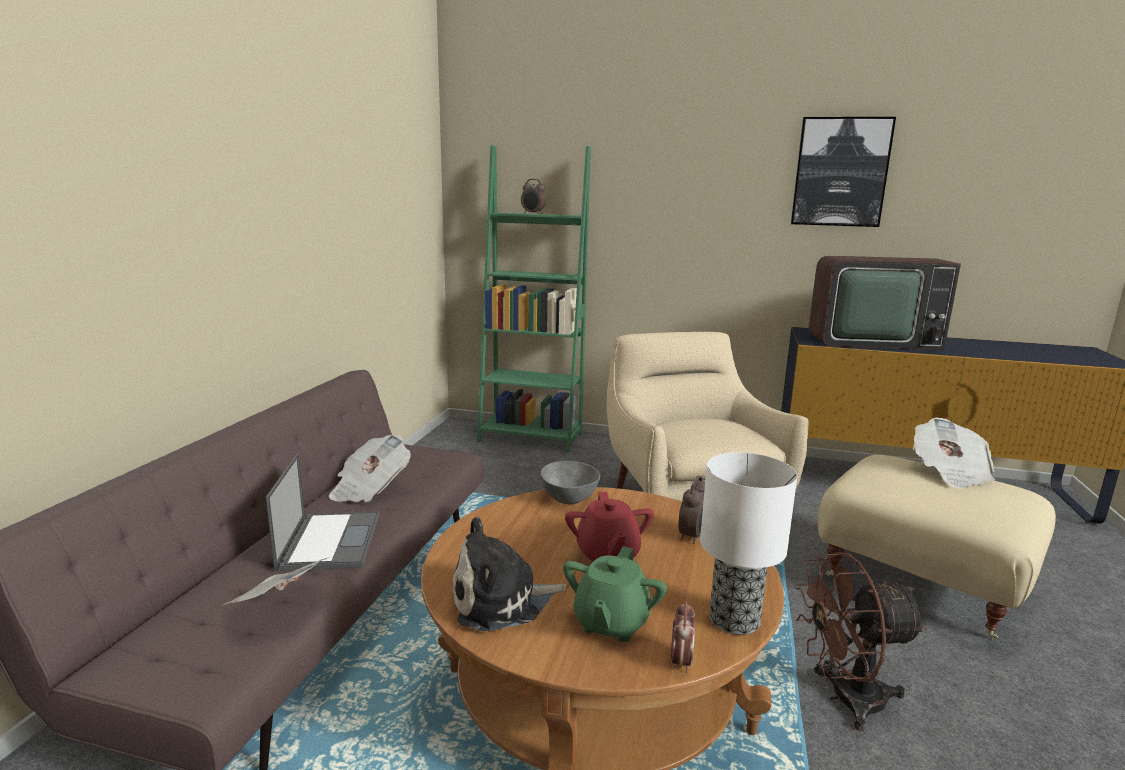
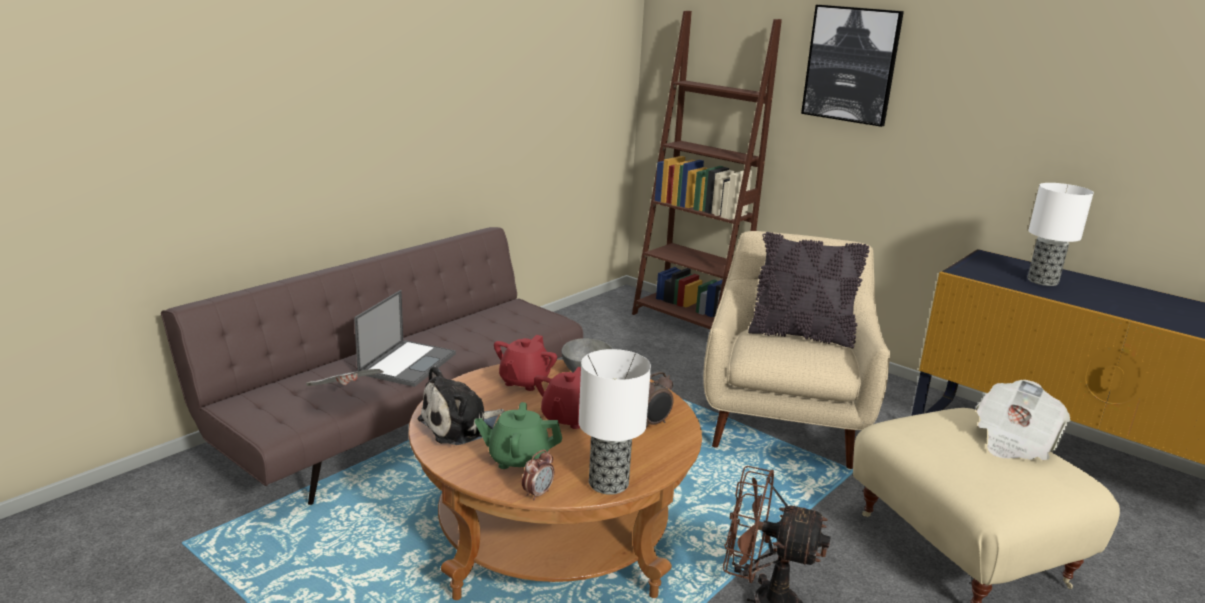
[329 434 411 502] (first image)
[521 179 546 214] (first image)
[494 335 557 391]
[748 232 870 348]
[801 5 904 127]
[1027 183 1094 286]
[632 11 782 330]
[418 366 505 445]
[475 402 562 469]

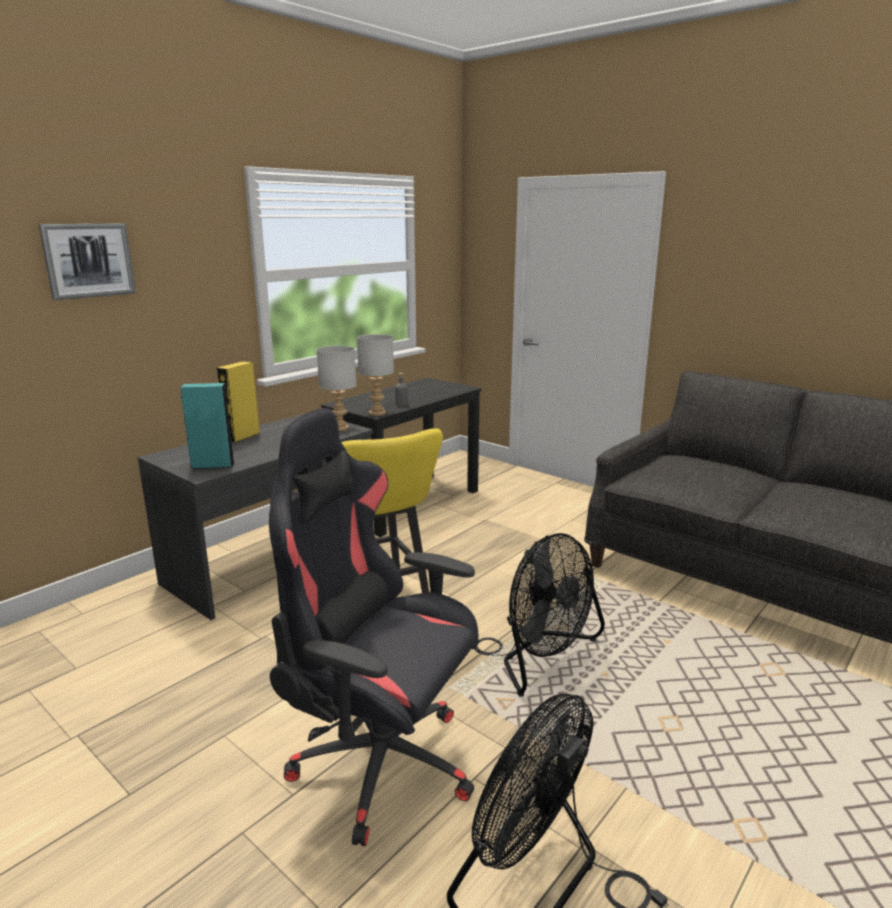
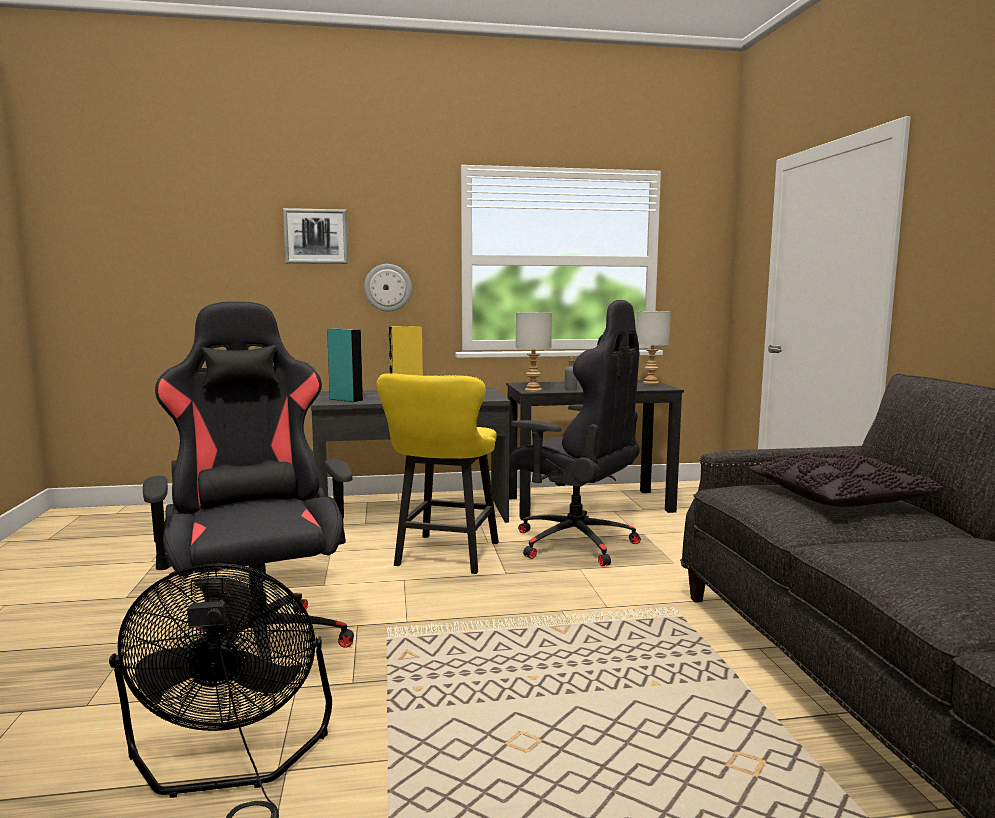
[474 533 605 697] (first image)
[364 264 412 311]
[510 300 641 566]
[749 452 943 507]
[636 311 671 385]

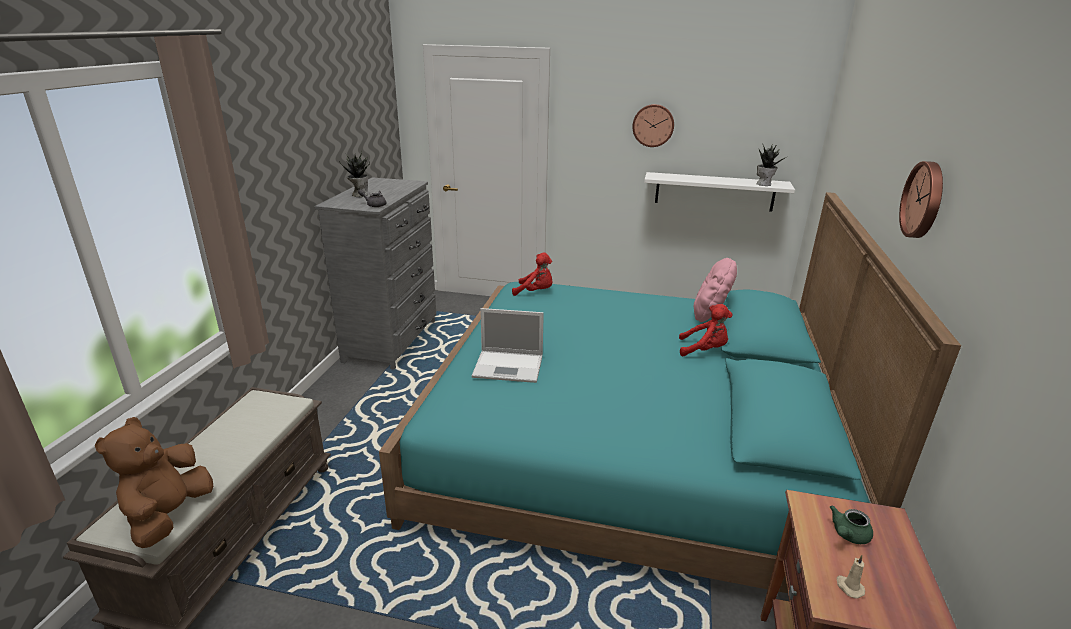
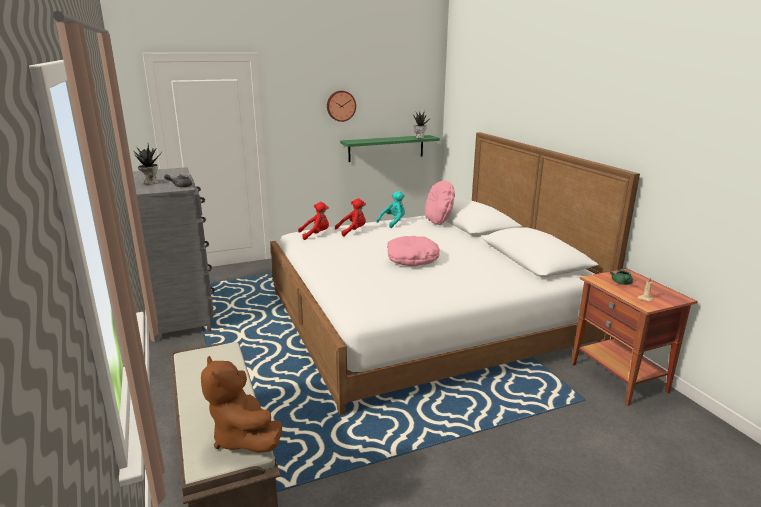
[472 308 544 383] (first image)
[899 161 943 238] (first image)
[376 191 405 228]
[387 236 440 266]
[335 198 366 237]
[270 132 640 415]
[340 135 440 162]

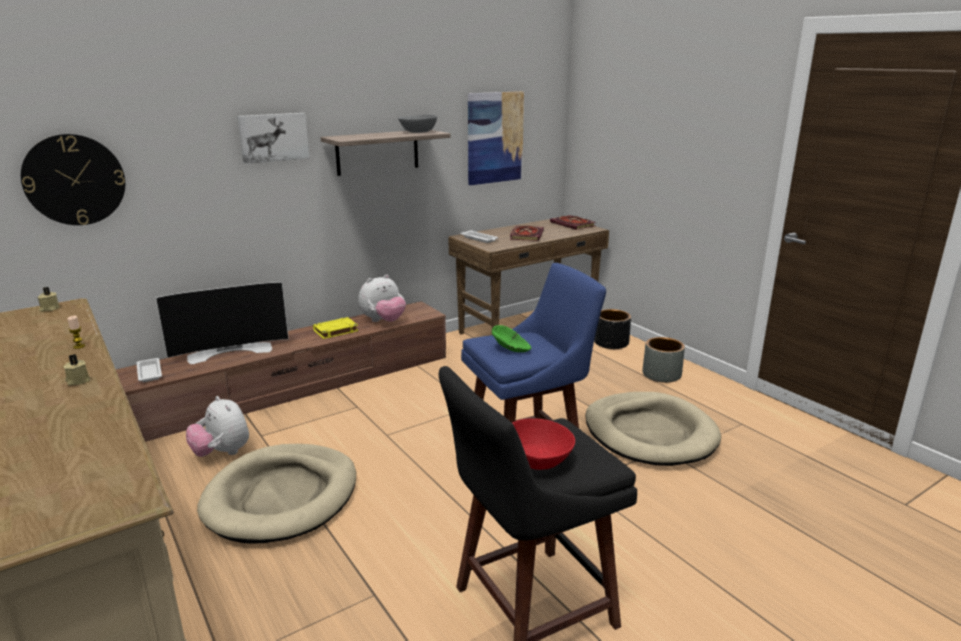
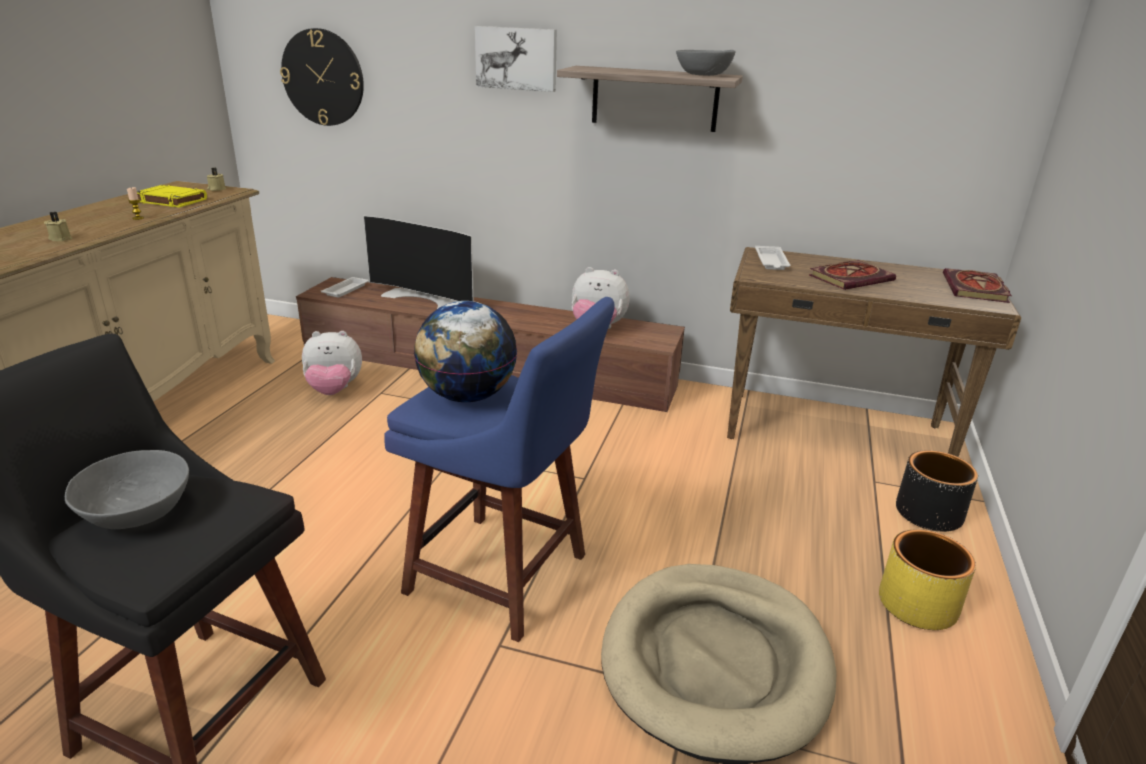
[197 444 356 544] (first image)
[468 91 524 185] (first image)
[137 185 207 207]
[414 301 517 402]
[65 450 189 529]
[879 529 976 630]
[302 331 362 395]

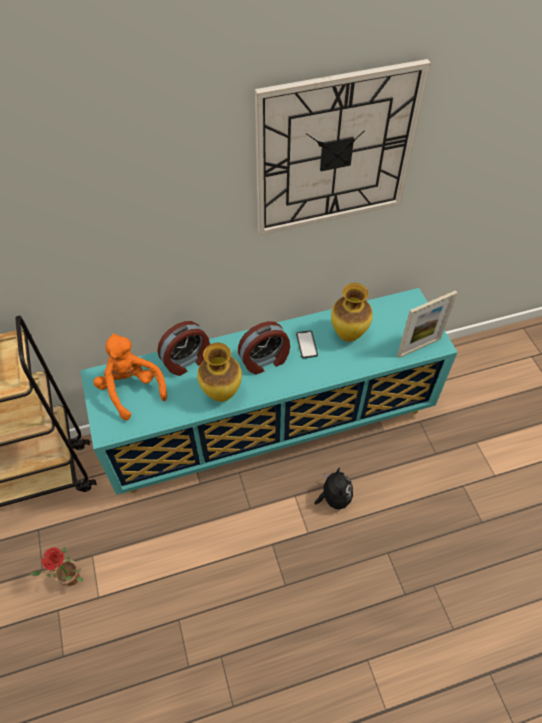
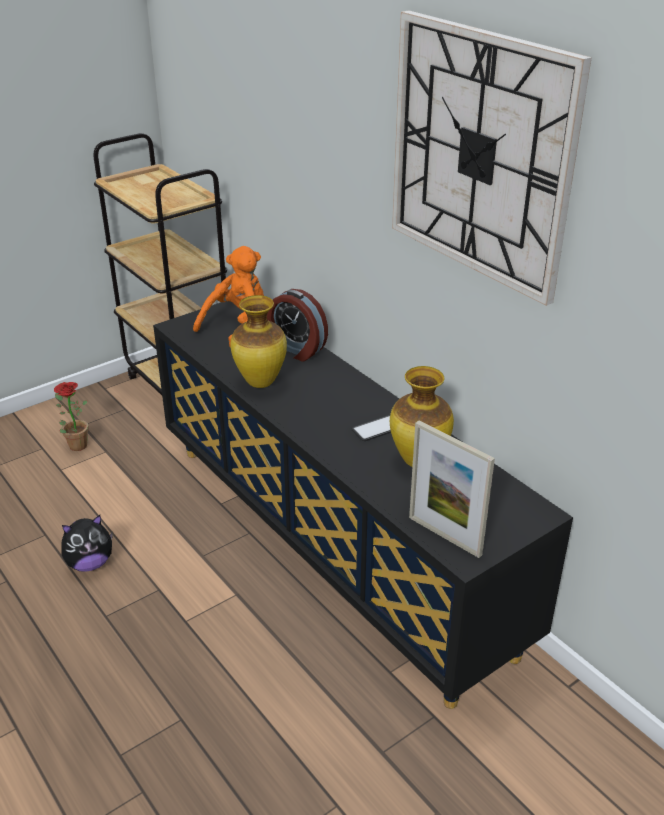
[238 321 290 375] (first image)
[61 515 113 572]
[153 301 573 709]

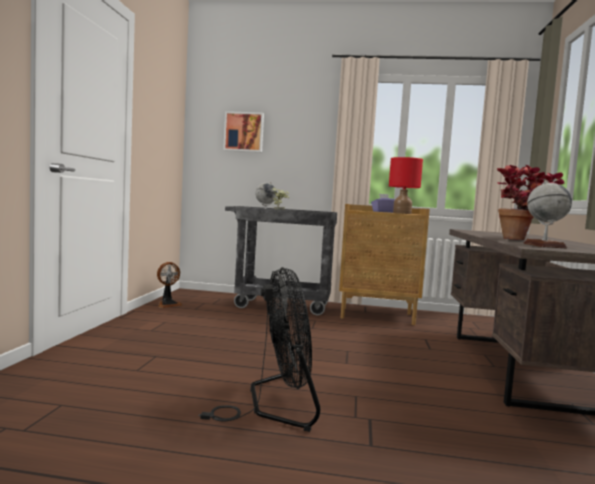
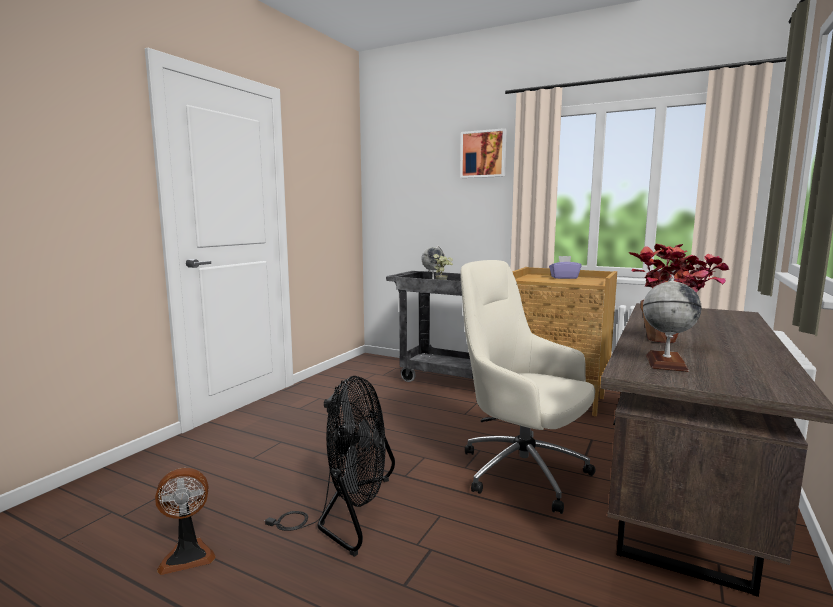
[389 157 423 214] (first image)
[460 260 596 514]
[155 468 216 575]
[460 128 507 178]

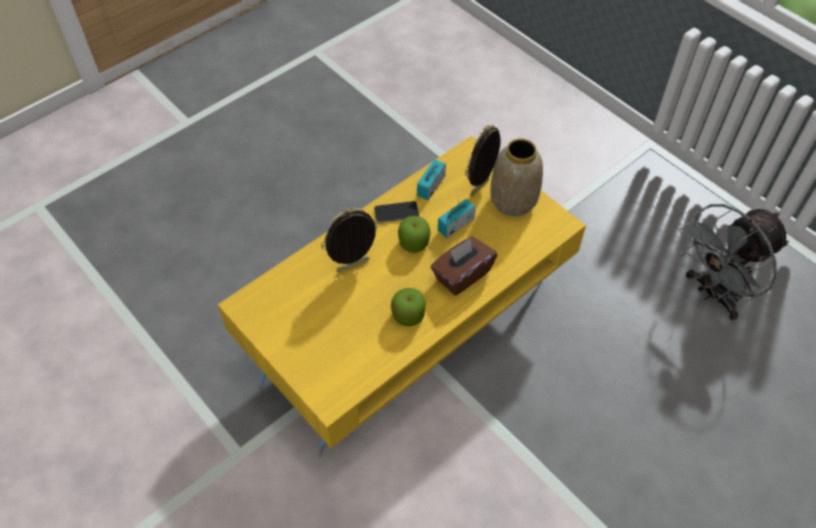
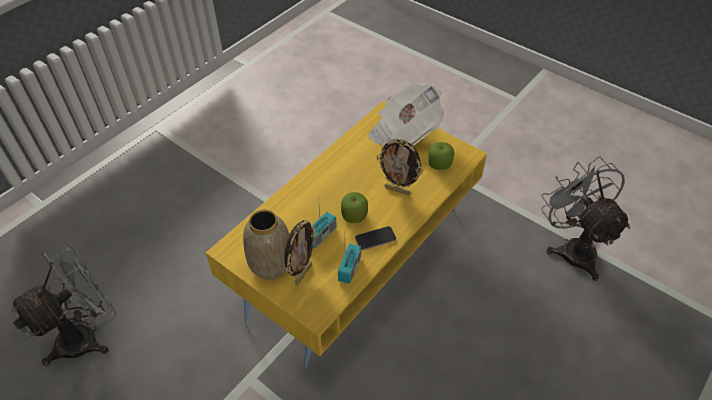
[431 237 497 296] (first image)
[368 83 444 146]
[541 157 630 281]
[428 142 454 170]
[377 139 424 196]

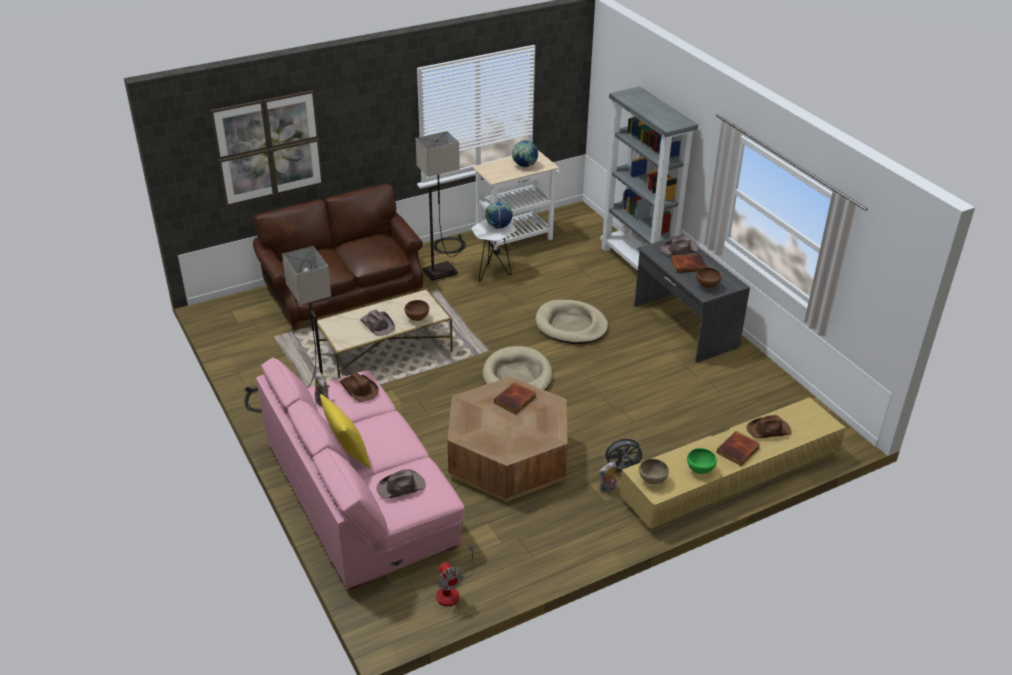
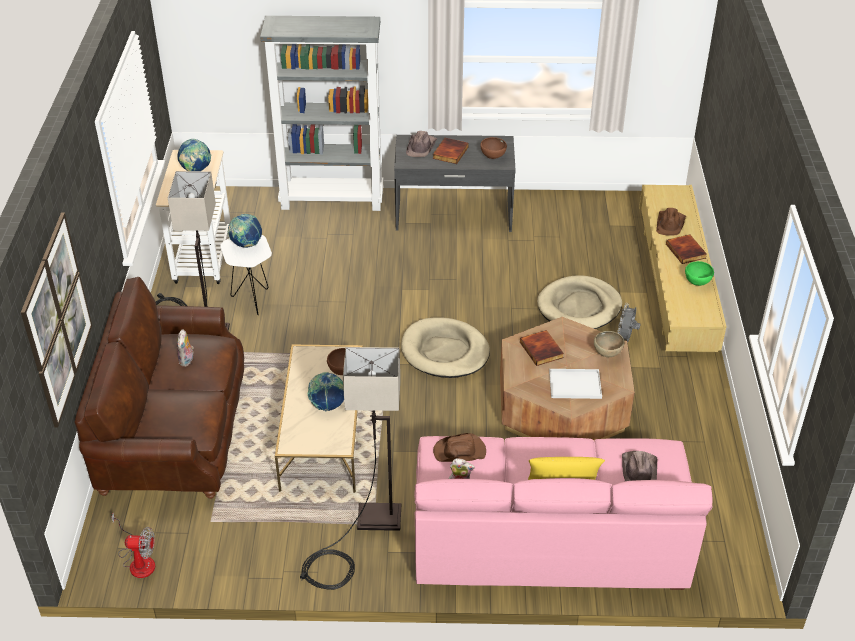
[549 369 602 399]
[111 513 155 578]
[537 275 622 329]
[177 329 194 366]
[594 331 625 357]
[308 372 344 412]

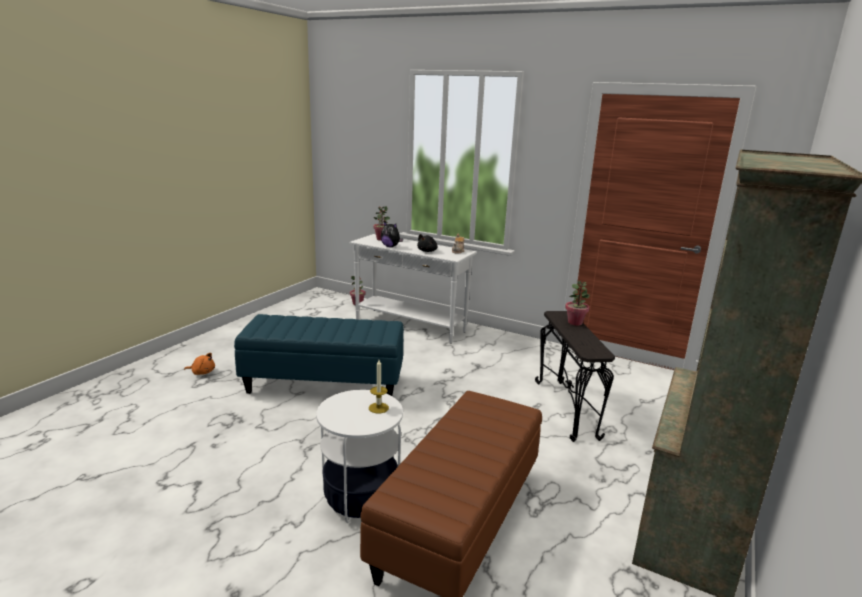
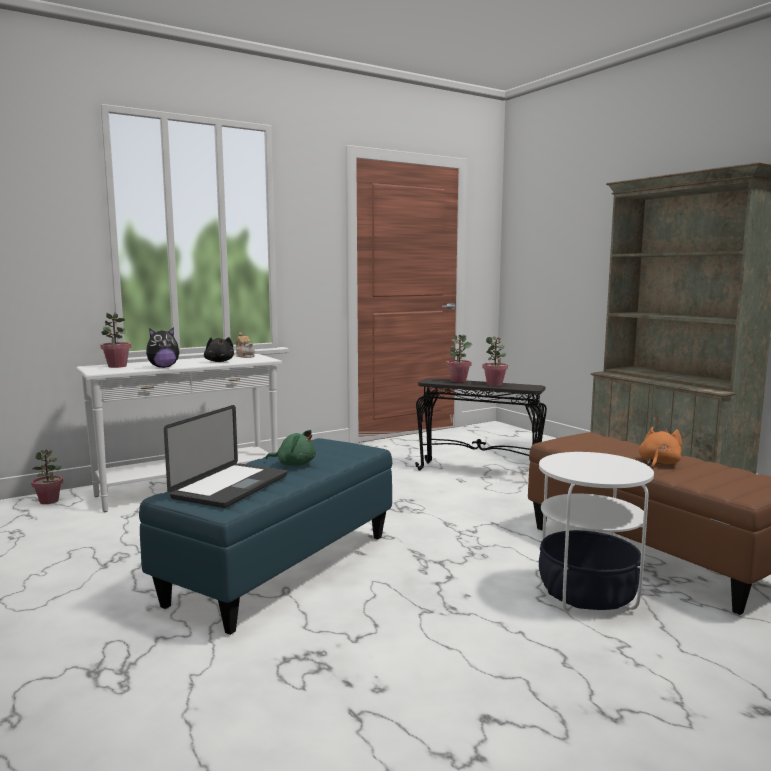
[369 360 389 414] (first image)
[164 405 287 508]
[266 430 316 466]
[482 336 508 386]
[639 427 682 468]

